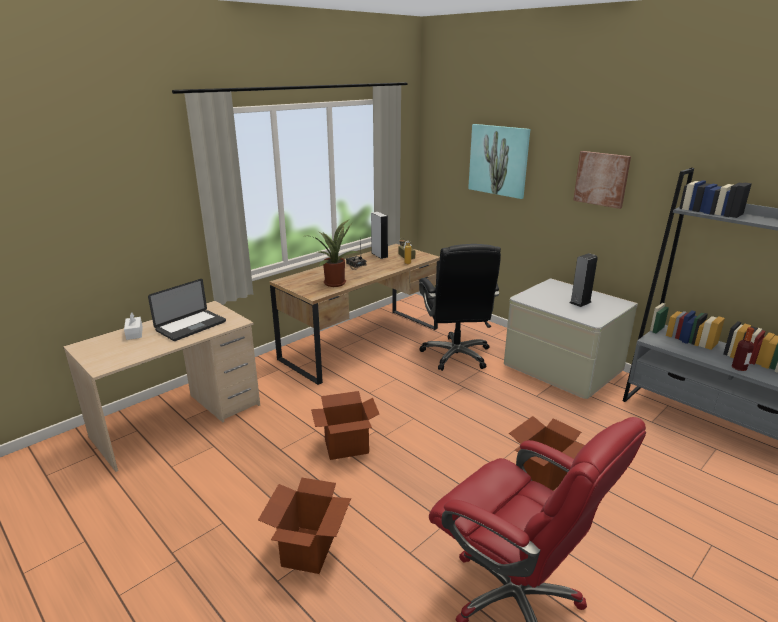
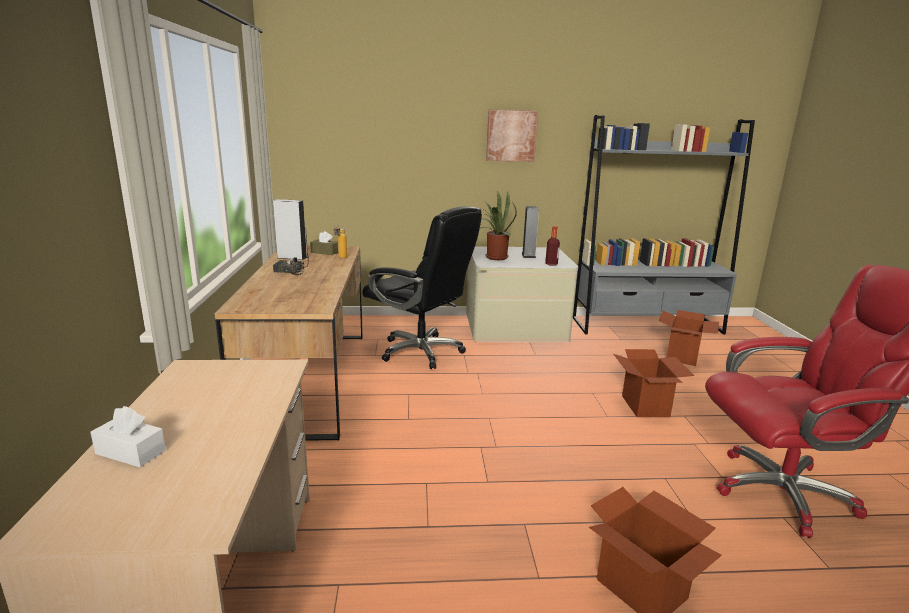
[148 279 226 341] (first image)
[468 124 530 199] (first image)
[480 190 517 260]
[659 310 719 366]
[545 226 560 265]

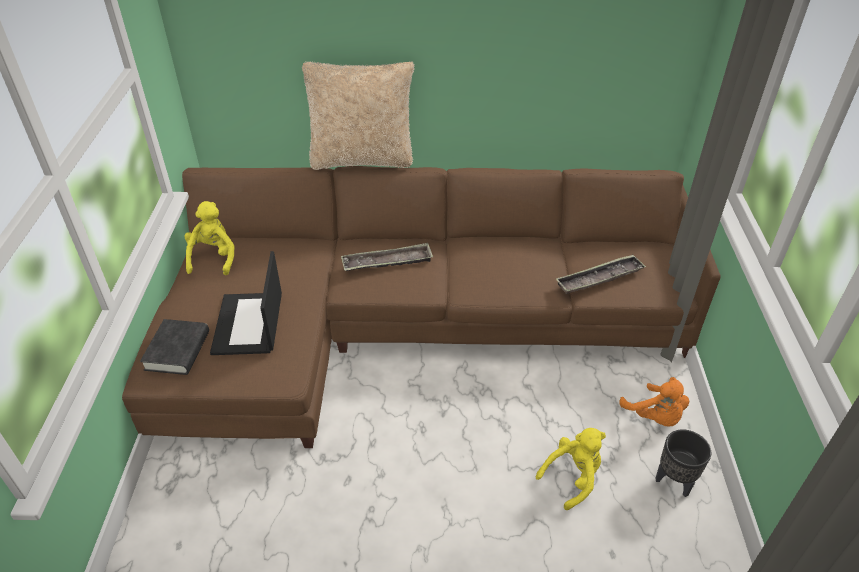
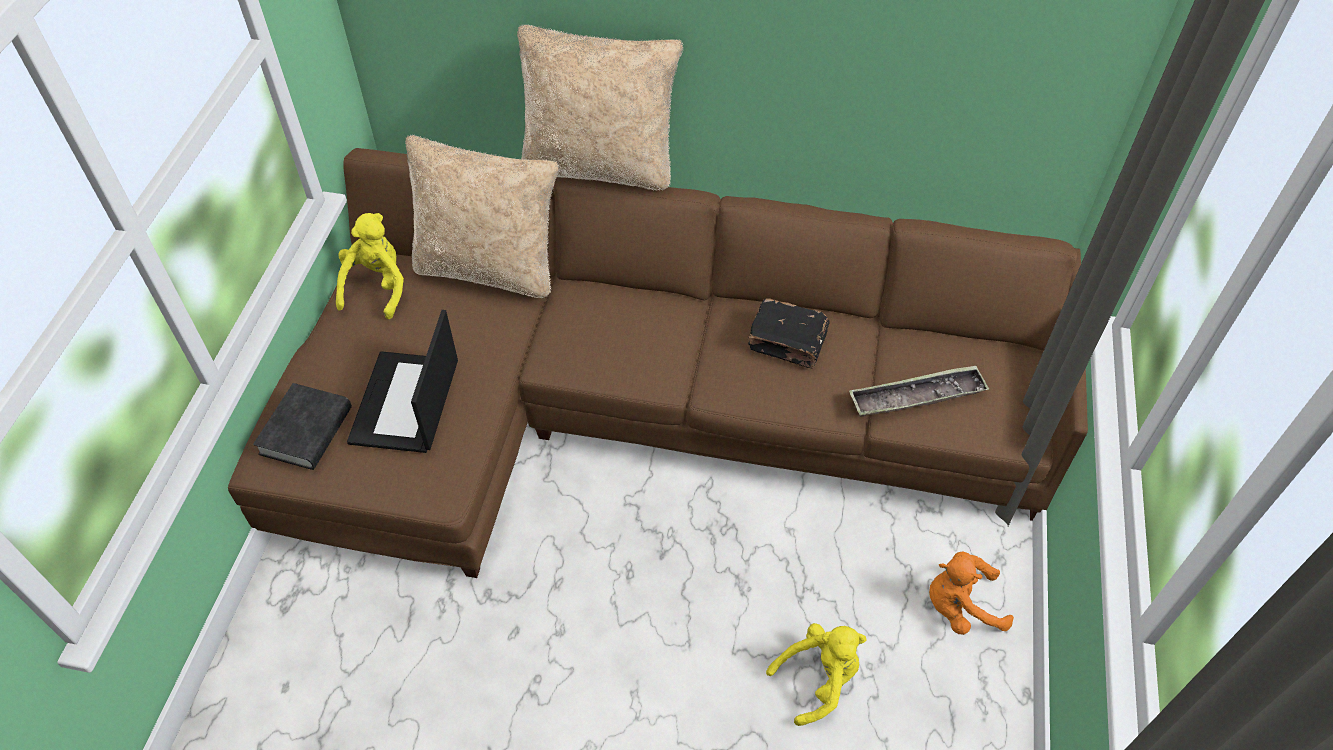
[341 243 433 271] (first image)
[655 429 712 497] (first image)
[405 134 560 298]
[748 298 830 369]
[929 552 1014 635]

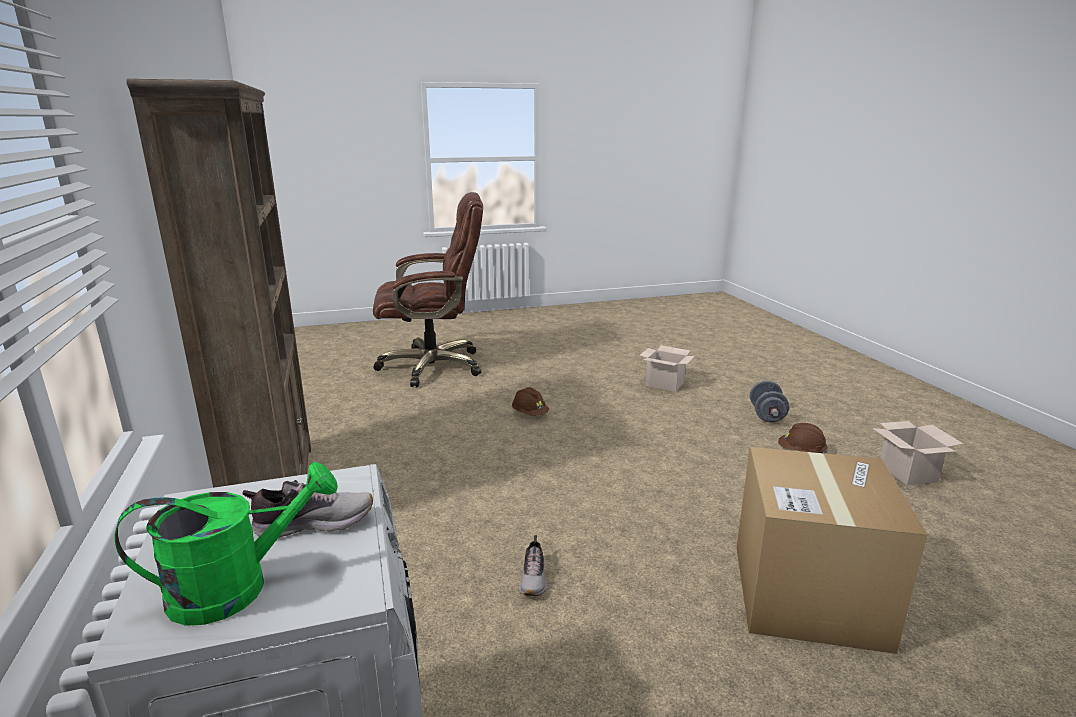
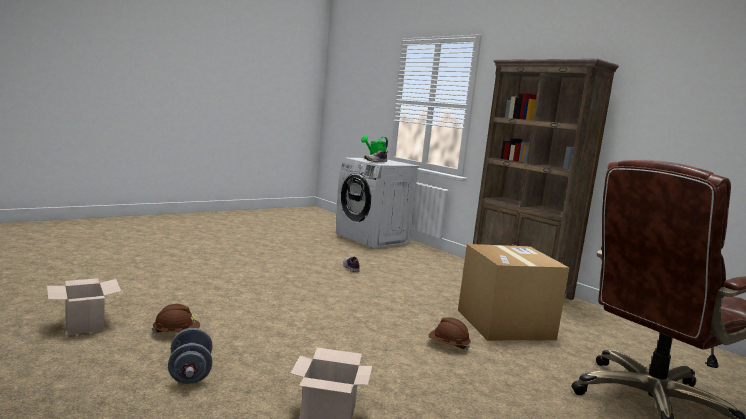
[458 244 569 341]

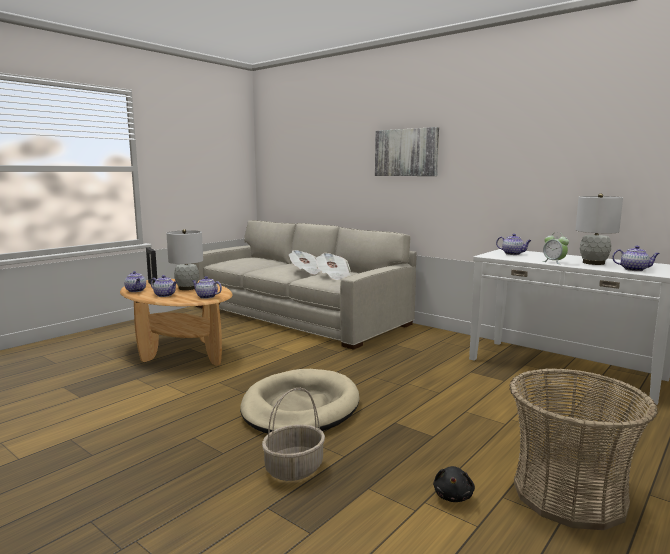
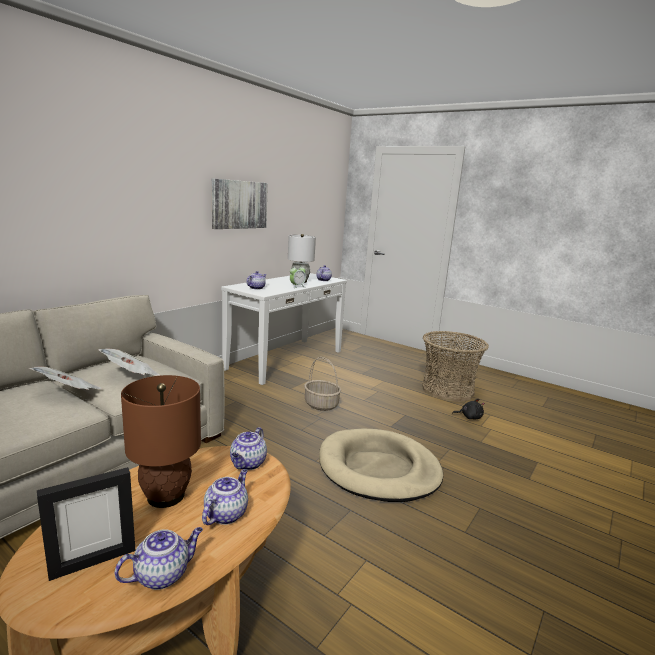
[304 357 341 411]
[212 179 268 229]
[121 375 201 508]

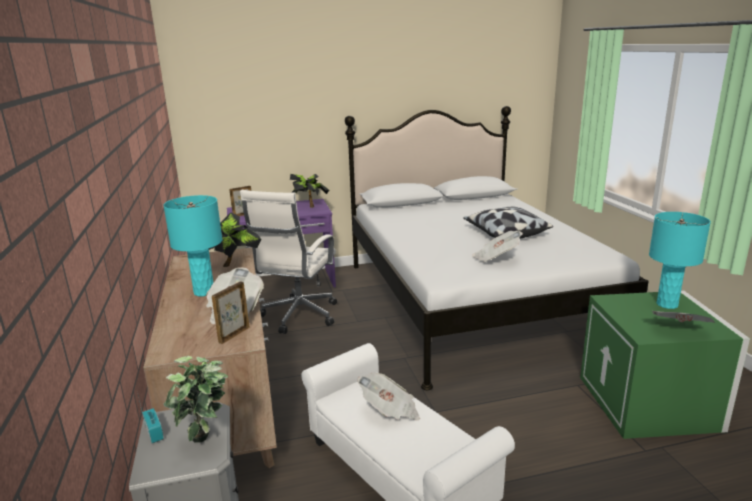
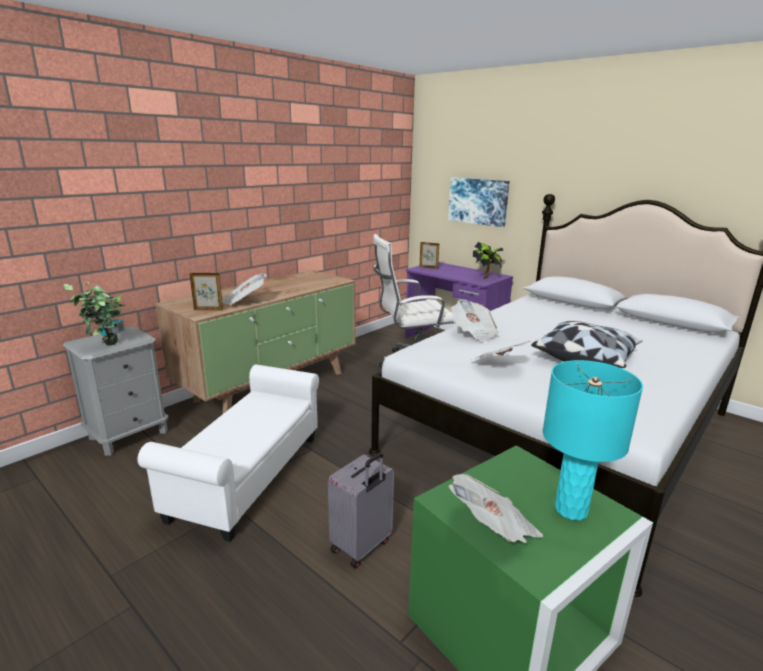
[163 195 223 296] (first image)
[208 213 261 267] (first image)
[328 452 394 568]
[448 177 510 227]
[451 299 499 342]

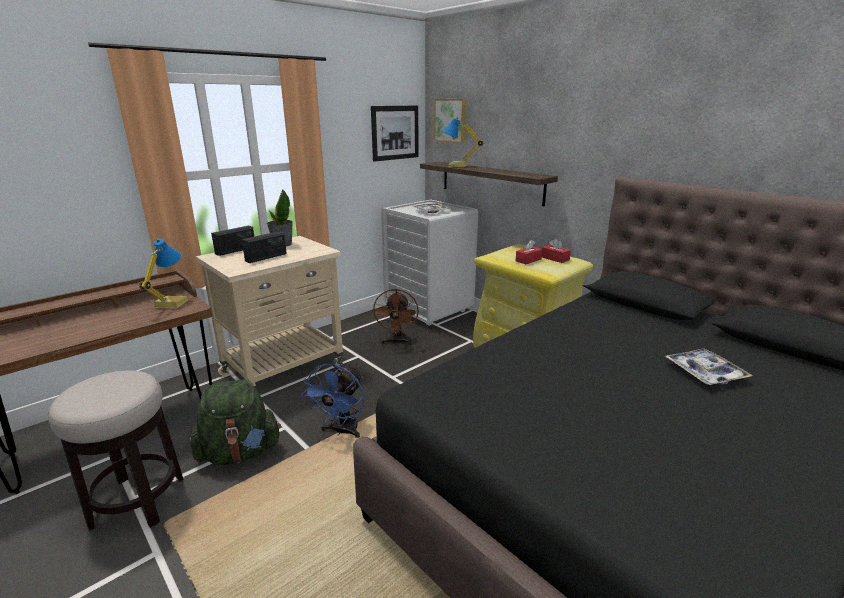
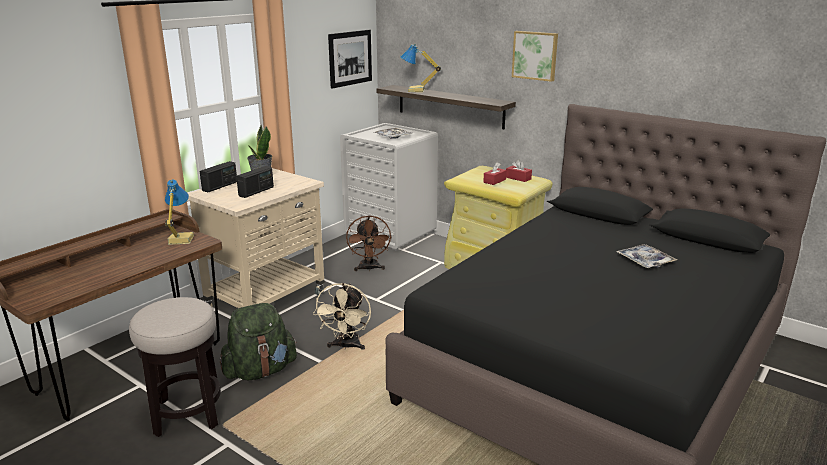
[512 31 558 82]
[313 283 371 350]

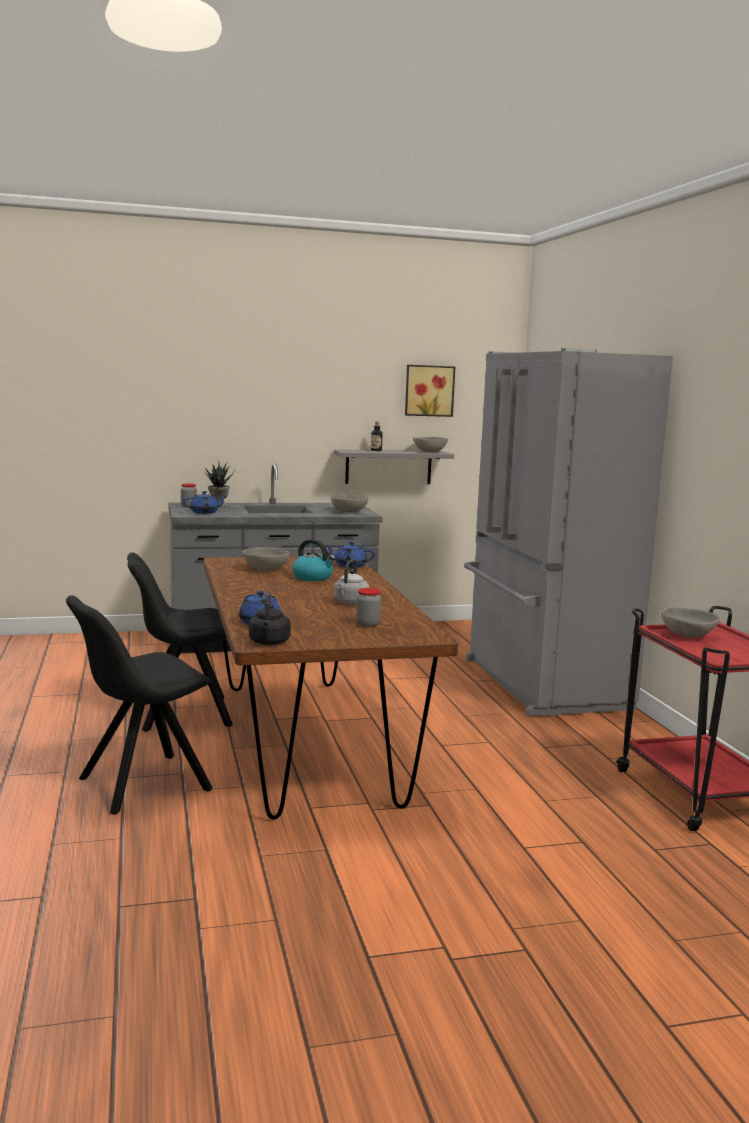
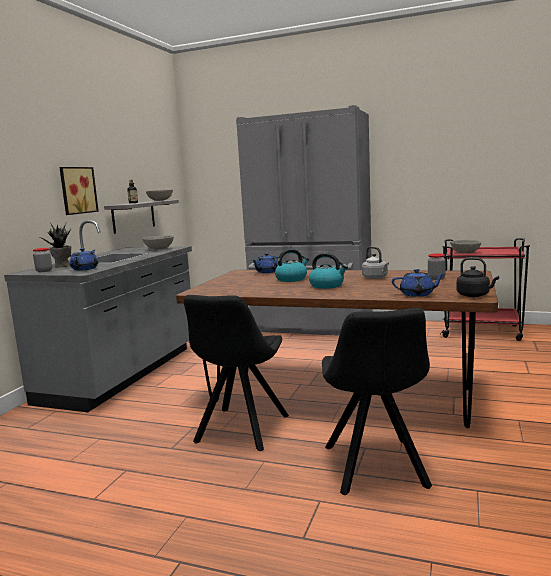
[243 547 290 571] (first image)
[309 253 348 289]
[59 167 99 215]

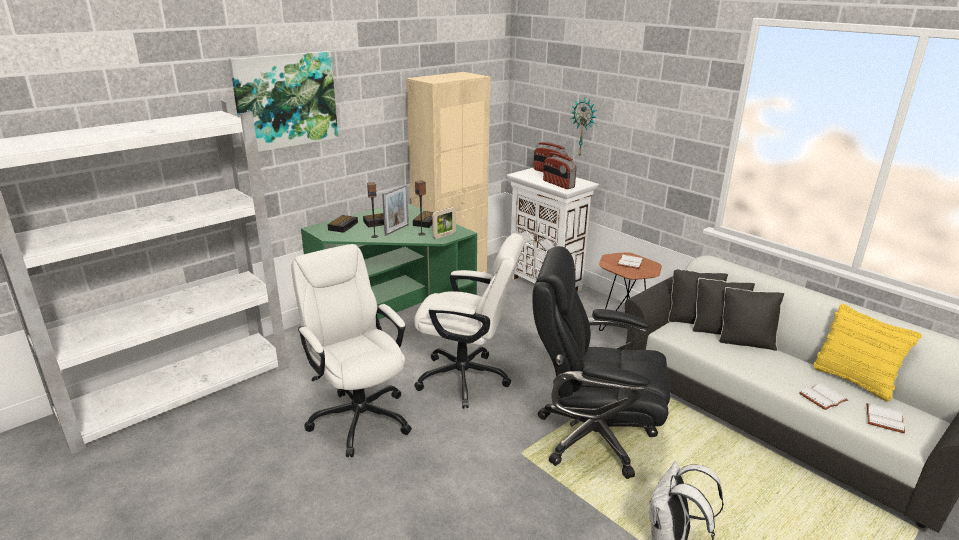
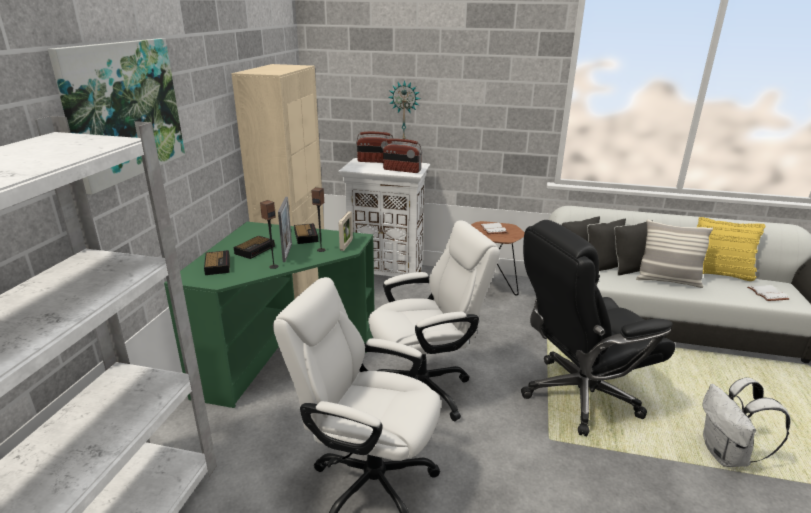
[799 383 848 410] (first image)
[636 219 713 288]

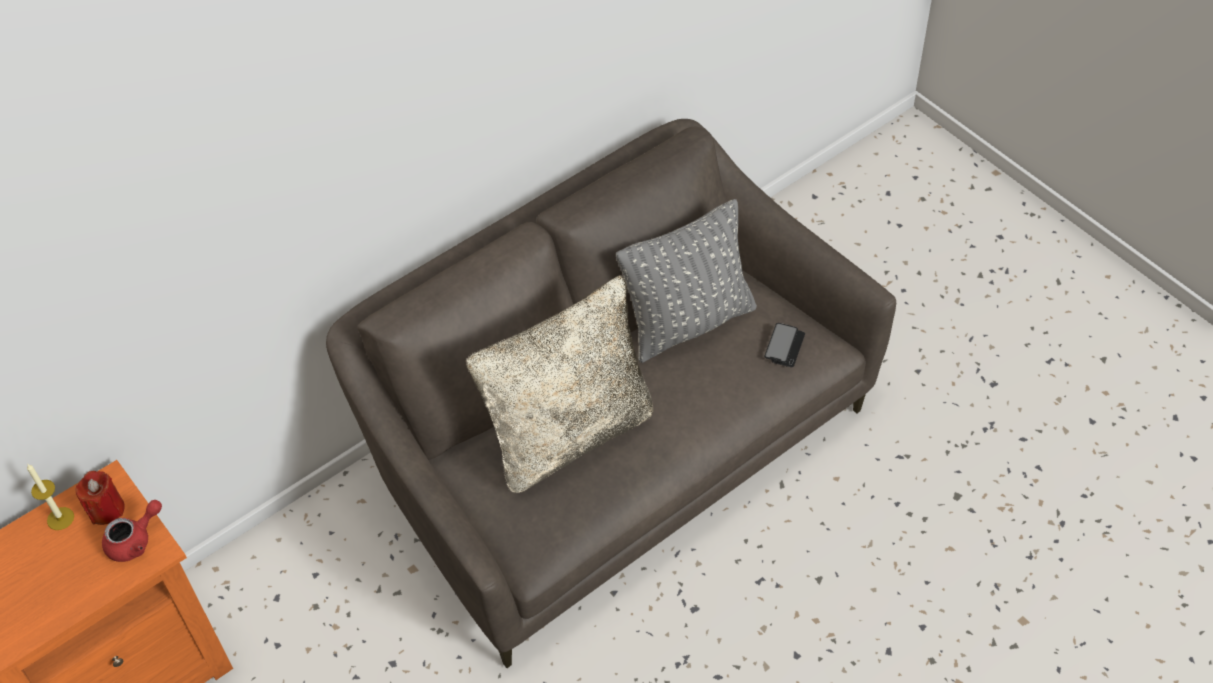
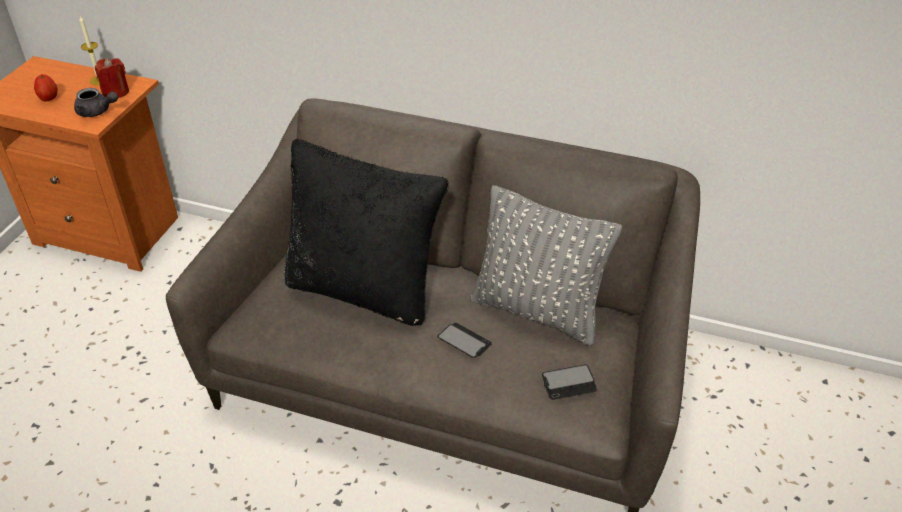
[34 74 58 102]
[438 323 492 358]
[74 88 118 117]
[284 138 449 327]

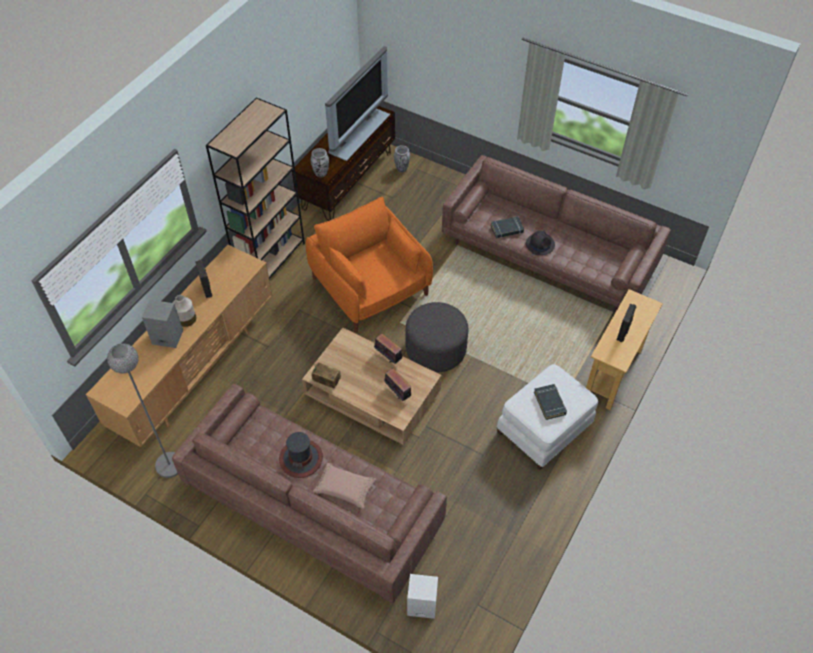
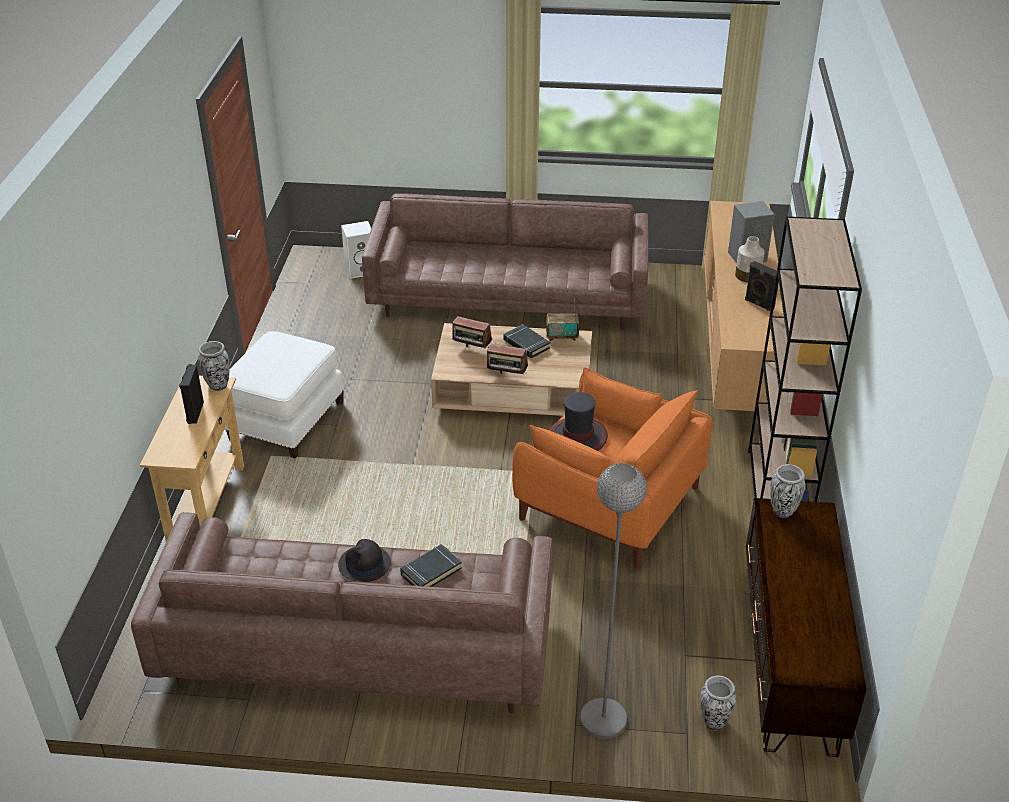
[313 463 376 509] (first image)
[325 46 390 161] (first image)
[406 302 468 372] (first image)
[198 341 230 391]
[580 463 647 739]
[549 392 608 451]
[503 324 550 358]

